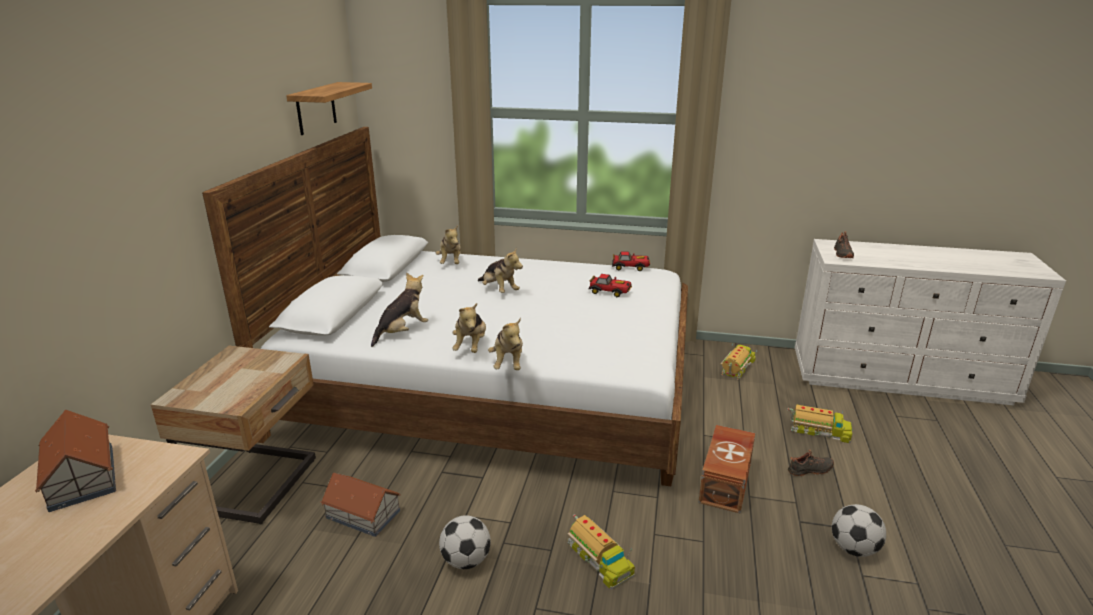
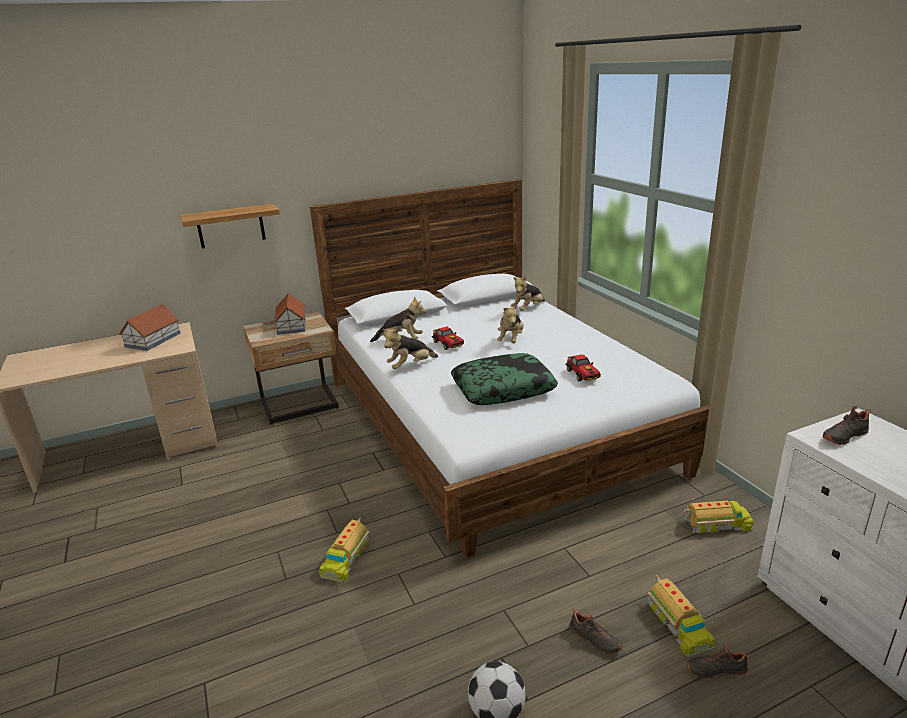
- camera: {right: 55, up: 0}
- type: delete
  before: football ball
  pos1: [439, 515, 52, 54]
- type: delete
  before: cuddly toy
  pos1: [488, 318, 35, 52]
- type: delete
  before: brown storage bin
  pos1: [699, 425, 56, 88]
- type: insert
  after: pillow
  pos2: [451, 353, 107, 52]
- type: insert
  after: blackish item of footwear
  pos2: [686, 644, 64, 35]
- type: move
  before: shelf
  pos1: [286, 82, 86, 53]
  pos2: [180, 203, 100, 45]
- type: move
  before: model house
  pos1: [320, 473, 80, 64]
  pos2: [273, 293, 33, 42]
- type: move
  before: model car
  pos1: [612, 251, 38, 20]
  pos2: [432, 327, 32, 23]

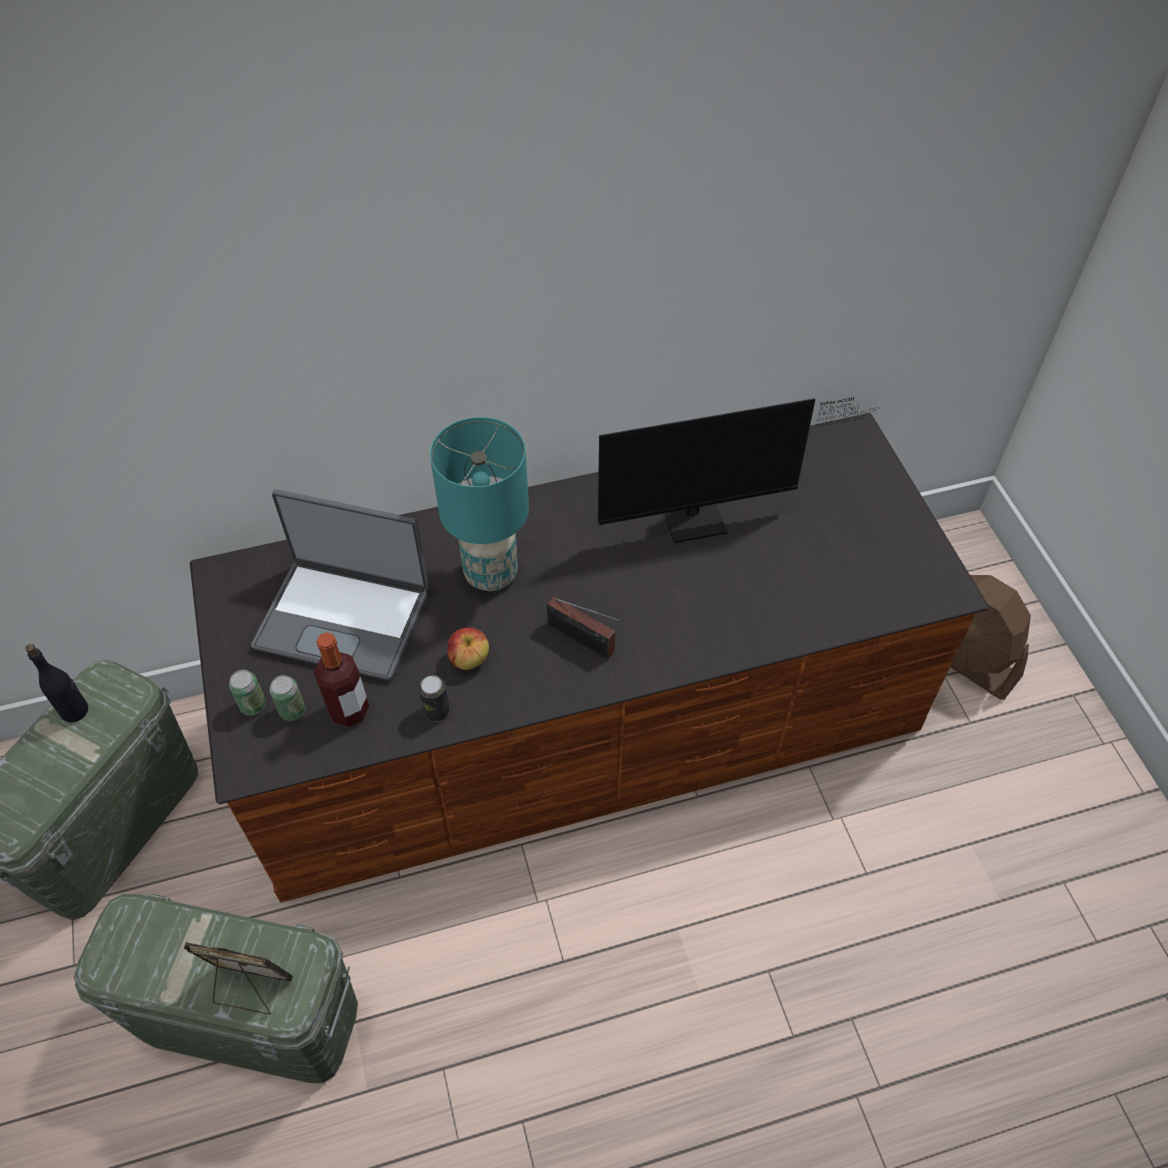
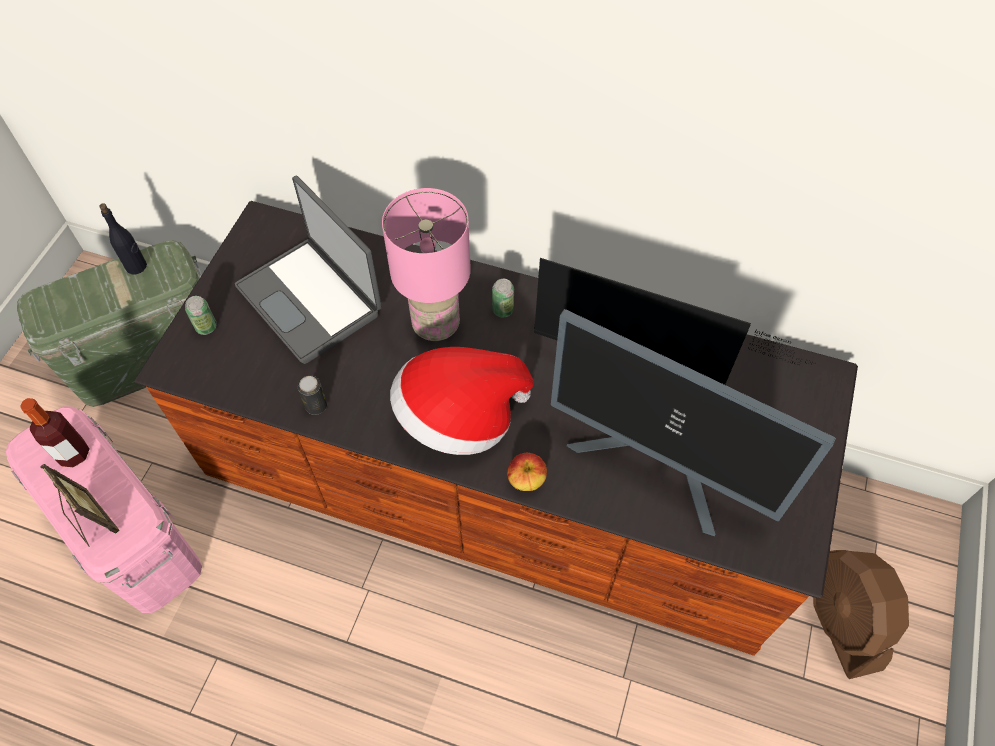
- camera: {right: 35, up: 5}
- type: insert
  after: monitor
  pos2: [551, 309, 285, 227]
- type: move
  before: can
  pos1: [270, 675, 35, 46]
  pos2: [492, 279, 22, 38]
- type: move
  before: beverage bottle
  pos1: [314, 632, 55, 95]
  pos2: [20, 398, 70, 69]
- type: move
  before: apple
  pos1: [447, 627, 42, 43]
  pos2: [507, 453, 40, 38]
- type: replace
  before: radio
  after: hat
  pos1: [547, 596, 75, 64]
  pos2: [390, 347, 144, 108]
- type: recolor
  before: green storage bin
  after: pink-coloured storage bin
  pos1: [74, 894, 284, 189]
  pos2: [6, 406, 196, 207]
- type: recolor
  before: turquoise-coloured lamp for a table
  after: pink-coloured lamp for a table
  pos1: [430, 417, 99, 174]
  pos2: [382, 188, 89, 153]

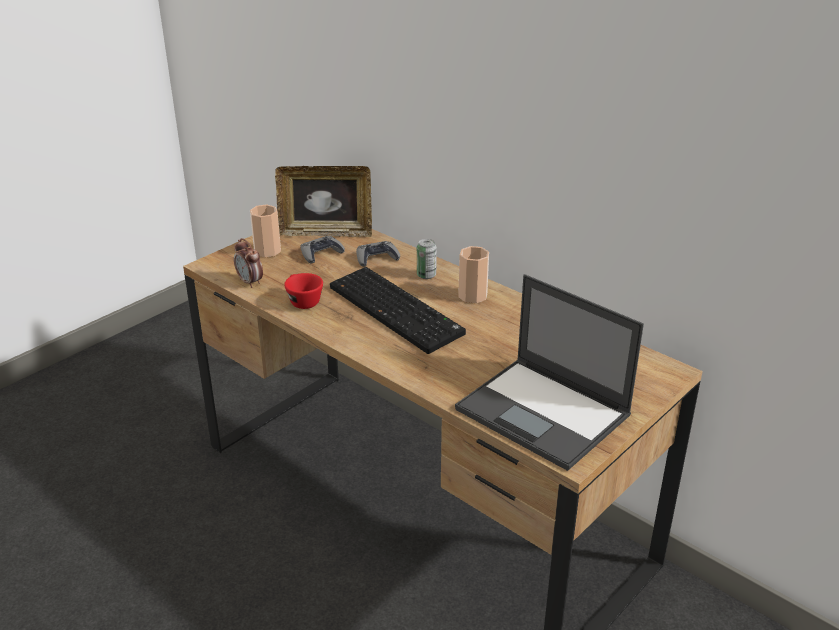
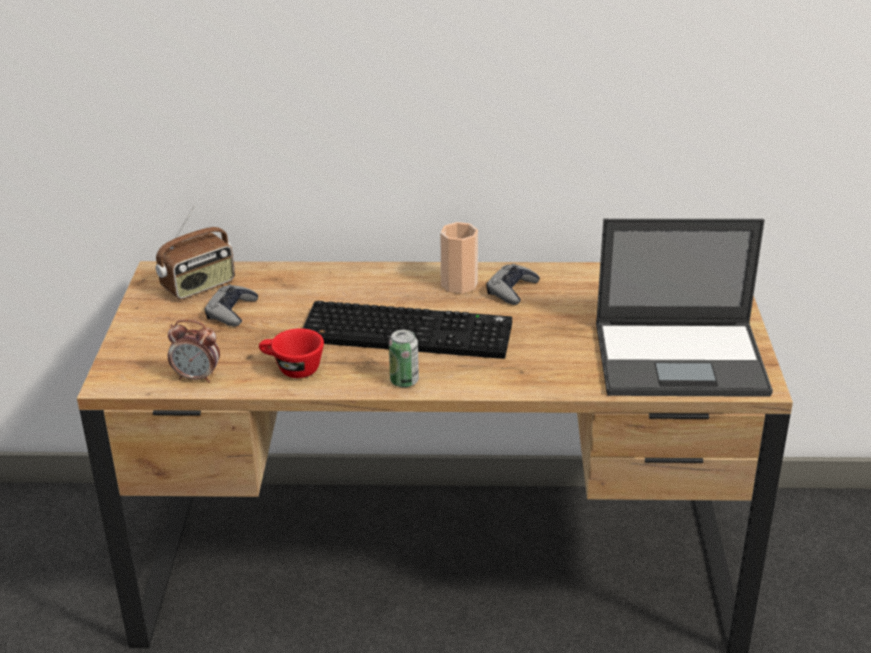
- camera: {right: -40, up: 0}
- type: delete
  before: cup
  pos1: [250, 204, 31, 54]
- type: move
  before: grey gamepad
  pos1: [356, 241, 44, 26]
  pos2: [487, 264, 53, 41]
- type: move
  before: can
  pos1: [417, 239, 20, 40]
  pos2: [389, 330, 30, 58]
- type: replace
  before: standing frame
  after: radio
  pos1: [275, 166, 97, 71]
  pos2: [155, 206, 80, 93]

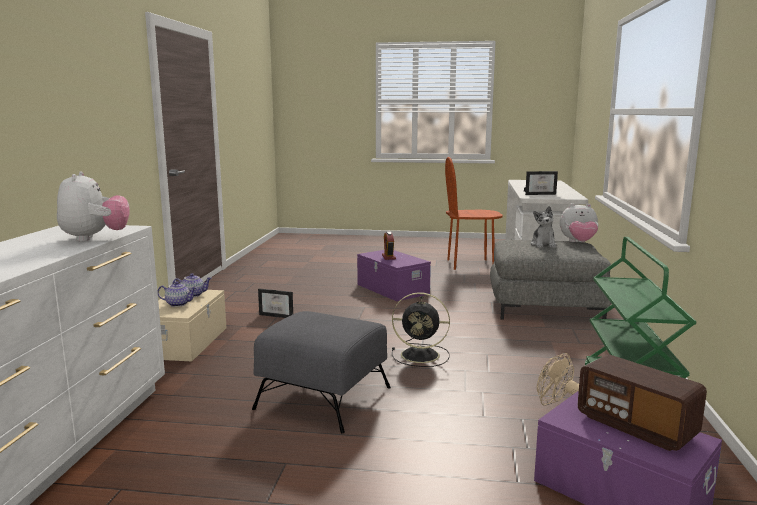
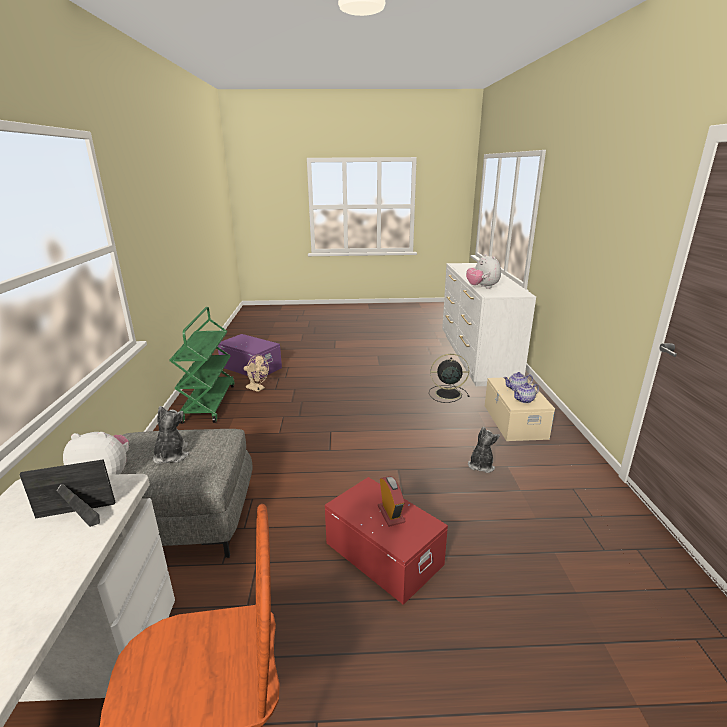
- camera: {right: 170, up: 10}
- type: delete
  before: grey footrest
  pos1: [252, 311, 139, 123]
- type: delete
  before: radio
  pos1: [578, 354, 129, 97]
- type: move
  before: blackish electric fan
  pos1: [392, 292, 58, 75]
  pos2: [429, 354, 40, 49]
- type: replace
  before: standing frame
  after: cuddly toy
  pos1: [258, 288, 35, 30]
  pos2: [468, 427, 32, 46]
- type: recolor
  before: purple storage bin
  after: reddish storage bin
  pos1: [357, 250, 74, 51]
  pos2: [325, 477, 123, 128]

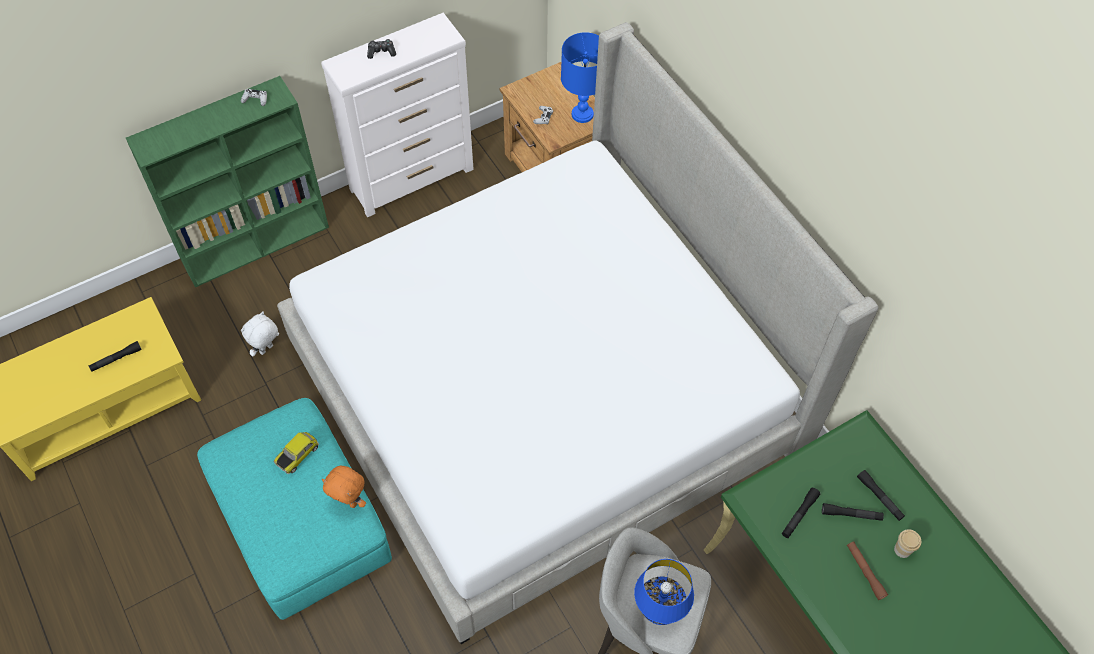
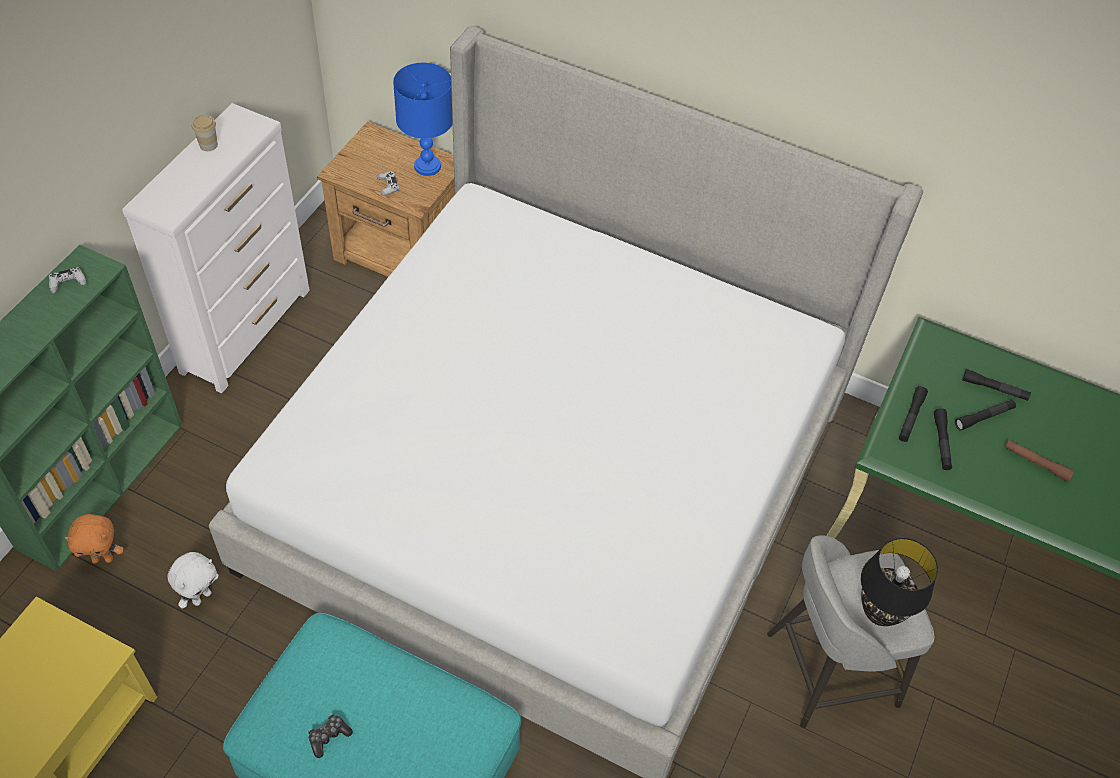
- camera: {right: -35, up: -5}
- type: delete
  before: model car
  pos1: [274, 432, 45, 42]
- type: move
  before: blackish flashlight
  pos1: [88, 341, 54, 31]
  pos2: [899, 386, 29, 56]
- type: move
  before: orangey cuddly toy
  pos1: [322, 466, 44, 42]
  pos2: [65, 514, 59, 50]
- type: move
  before: gamepad
  pos1: [367, 39, 29, 20]
  pos2: [308, 714, 45, 44]
- type: move
  before: cup
  pos1: [894, 529, 27, 29]
  pos2: [191, 115, 27, 36]
- type: recolor
  before: blue lamp for a table
  after: blackish lamp for a table
  pos1: [634, 559, 60, 66]
  pos2: [861, 538, 77, 88]
- type: rotate
  before: white cuddly toy
  pos1: [241, 311, 38, 45]
  pos2: [167, 552, 52, 57]
  turn: -150

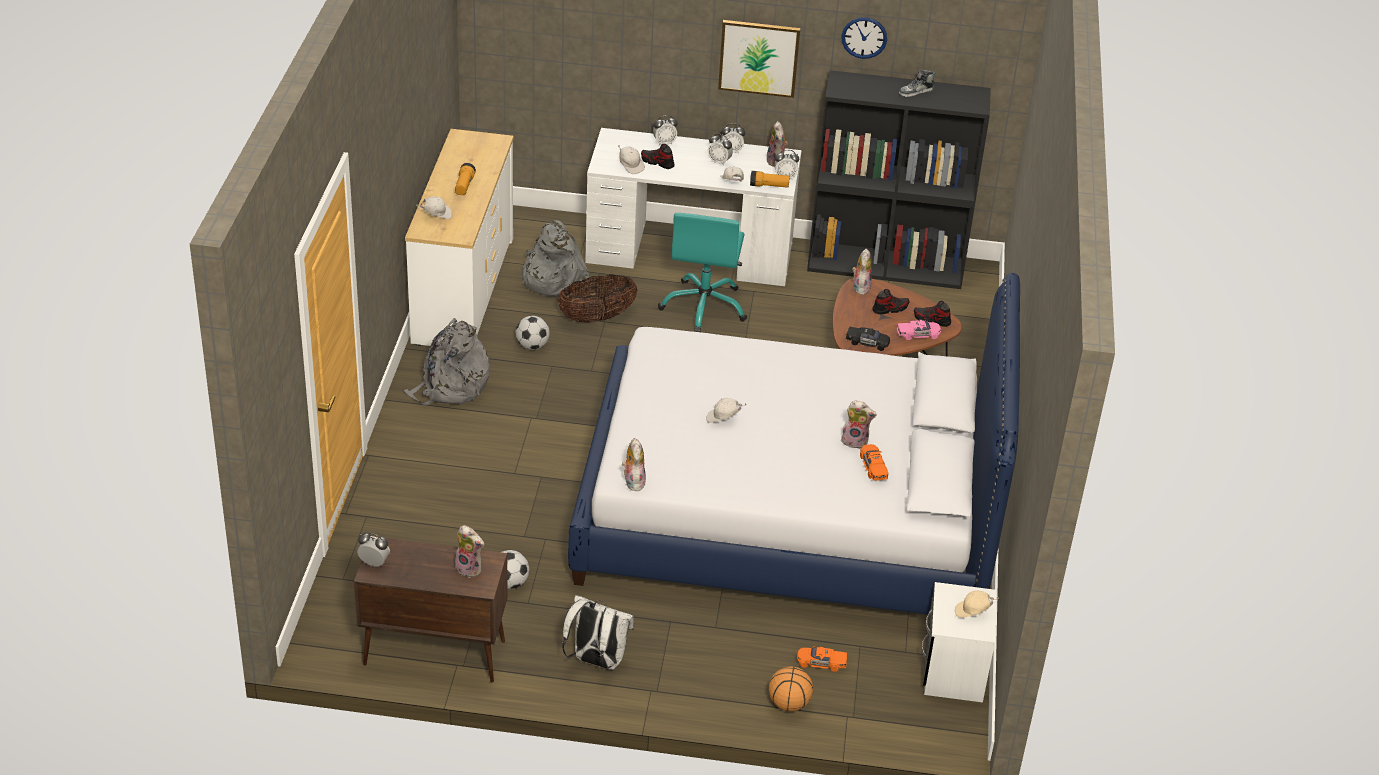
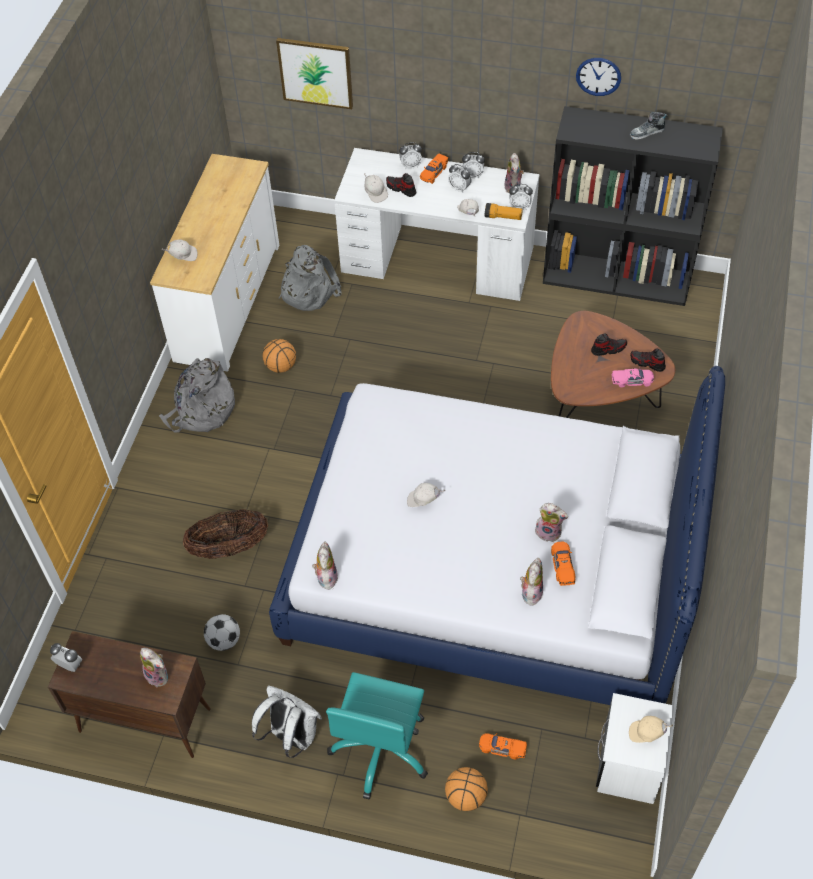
- camera: {right: 10, up: 15}
- type: delete
  before: flashlight
  pos1: [455, 163, 21, 32]
- type: delete
  before: blackish model car
  pos1: [846, 327, 44, 24]
- type: insert
  after: orangey model car
  pos2: [420, 153, 28, 31]
- type: move
  before: basket
  pos1: [557, 274, 81, 49]
  pos2: [183, 509, 85, 50]
- type: move
  before: turquoise-coloured computer chair
  pos1: [658, 213, 89, 119]
  pos2: [326, 672, 102, 128]
- type: move
  before: wall picture
  pos1: [718, 20, 82, 78]
  pos2: [276, 38, 77, 71]
- type: move
  before: cuddly toy
  pos1: [852, 248, 20, 47]
  pos2: [520, 558, 23, 50]
- type: replace
  before: football ball
  after: ball for basketball
  pos1: [516, 316, 34, 34]
  pos2: [263, 339, 33, 34]

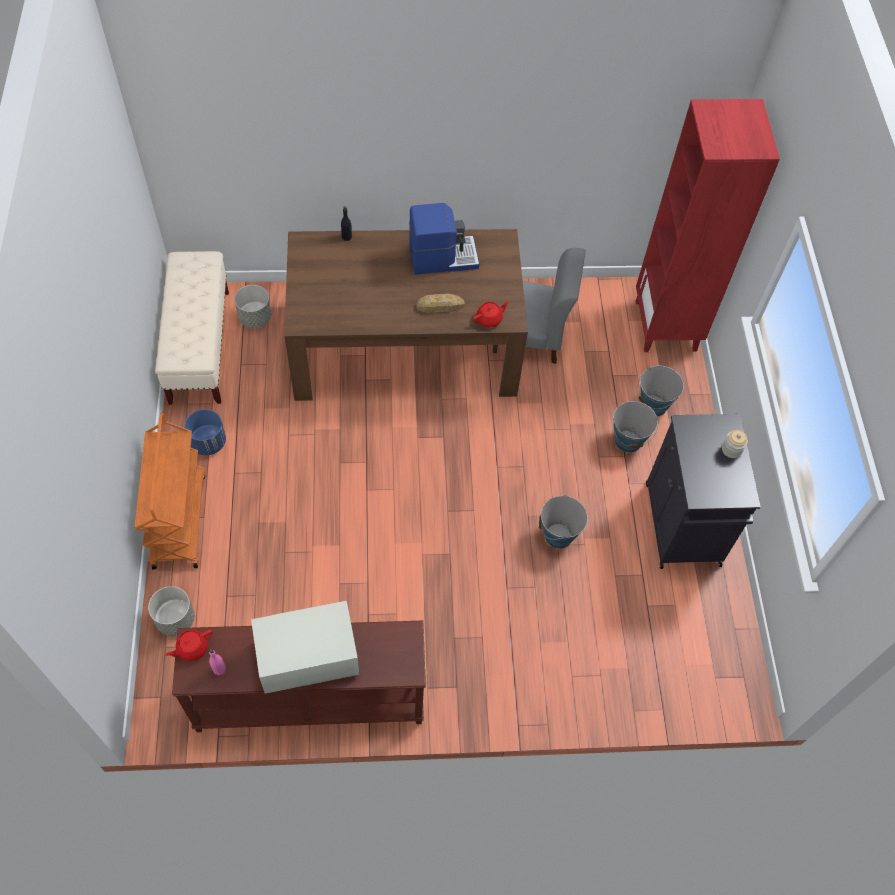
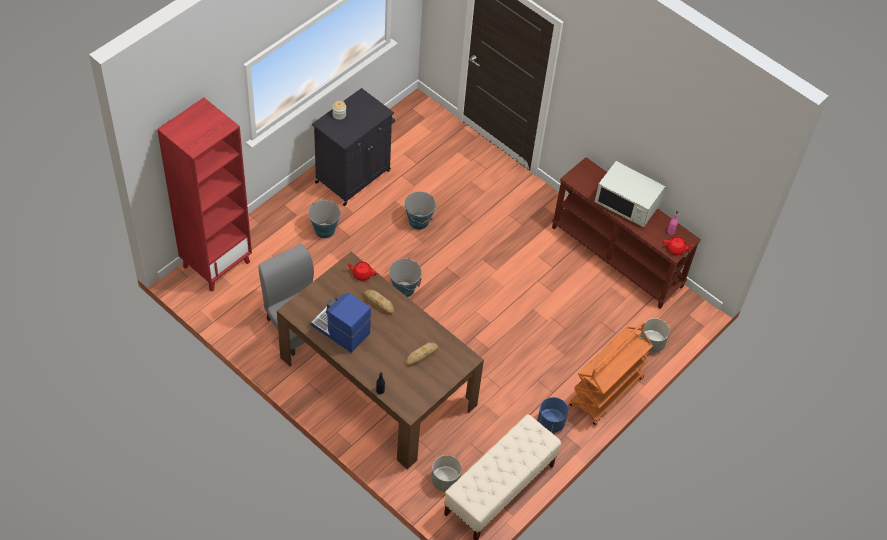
- camera: {right: -135, up: -5}
- type: insert
  after: bread
  pos2: [406, 343, 32, 24]
- type: move
  before: bucket
  pos1: [637, 366, 47, 51]
  pos2: [389, 258, 33, 39]

